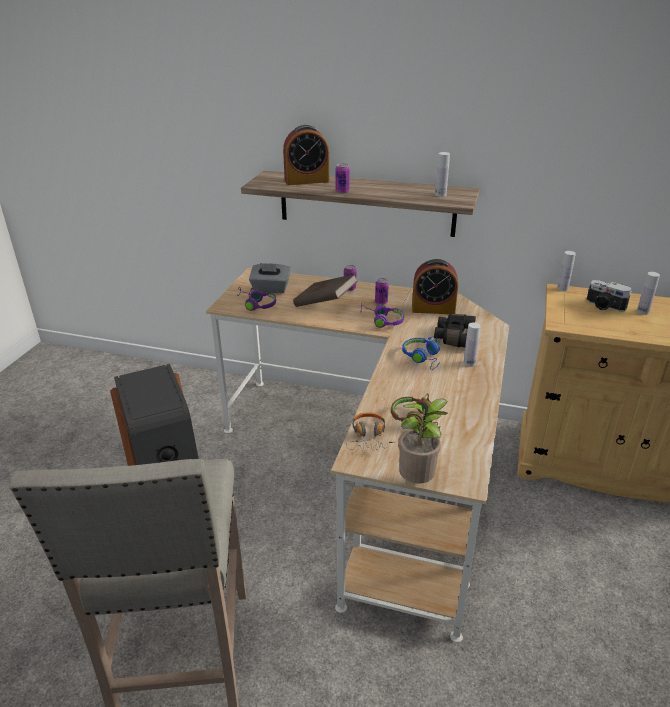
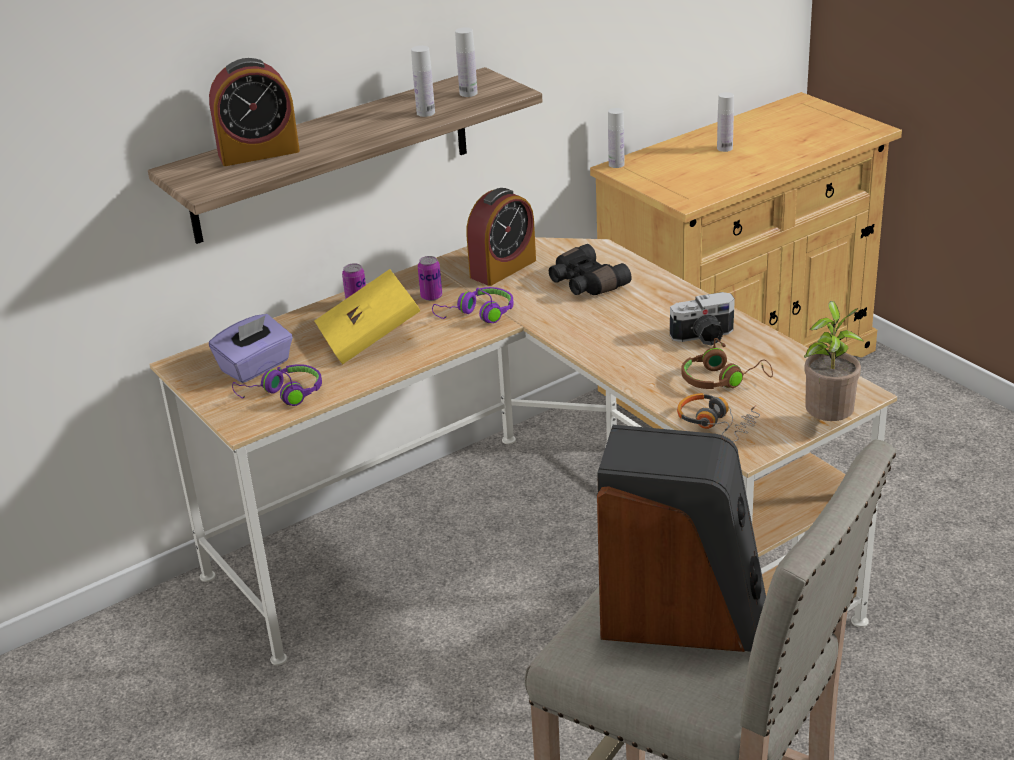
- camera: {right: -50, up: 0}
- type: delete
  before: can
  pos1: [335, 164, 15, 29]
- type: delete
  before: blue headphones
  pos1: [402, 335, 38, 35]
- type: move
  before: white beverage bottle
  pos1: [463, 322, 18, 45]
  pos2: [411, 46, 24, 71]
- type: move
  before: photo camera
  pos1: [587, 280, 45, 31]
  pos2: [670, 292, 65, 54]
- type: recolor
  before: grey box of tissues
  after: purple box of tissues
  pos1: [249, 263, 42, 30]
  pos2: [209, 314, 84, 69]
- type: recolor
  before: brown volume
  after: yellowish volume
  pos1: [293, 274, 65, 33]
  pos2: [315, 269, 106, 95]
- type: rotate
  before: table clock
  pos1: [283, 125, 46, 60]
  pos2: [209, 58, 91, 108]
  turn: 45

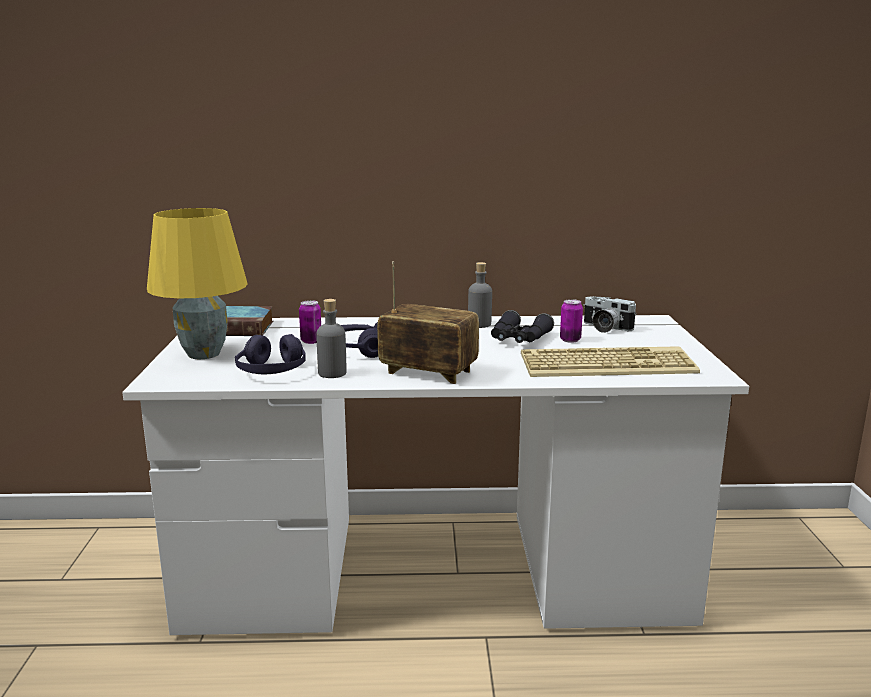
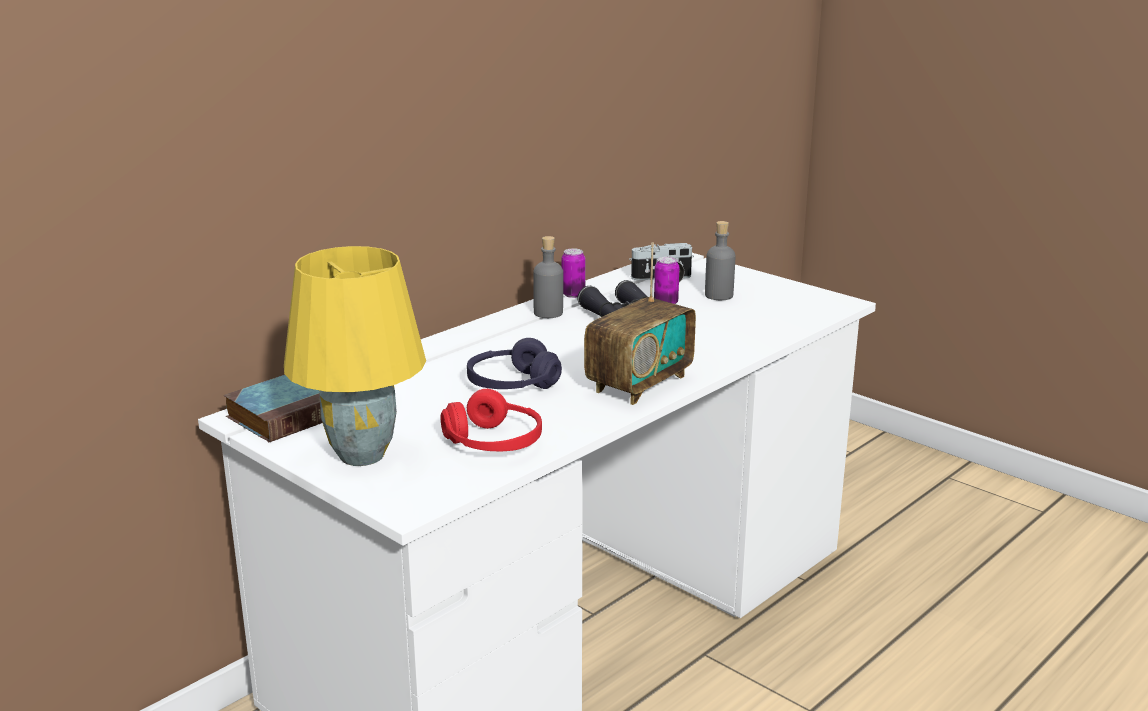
- camera: {right: -45, up: 5}
- type: delete
  before: keyboard
  pos1: [521, 346, 179, 31]
- type: move
  before: can
  pos1: [299, 300, 22, 44]
  pos2: [561, 248, 25, 50]
- type: move
  before: grey beverage bottle
  pos1: [316, 299, 30, 79]
  pos2: [705, 221, 30, 79]
- type: recolor
  before: purple headphones
  after: reddish headphones
  pos1: [235, 334, 71, 40]
  pos2: [440, 389, 102, 62]
- type: rotate
  before: radio
  pos1: [377, 261, 102, 123]
  pos2: [584, 243, 112, 162]
  turn: 150

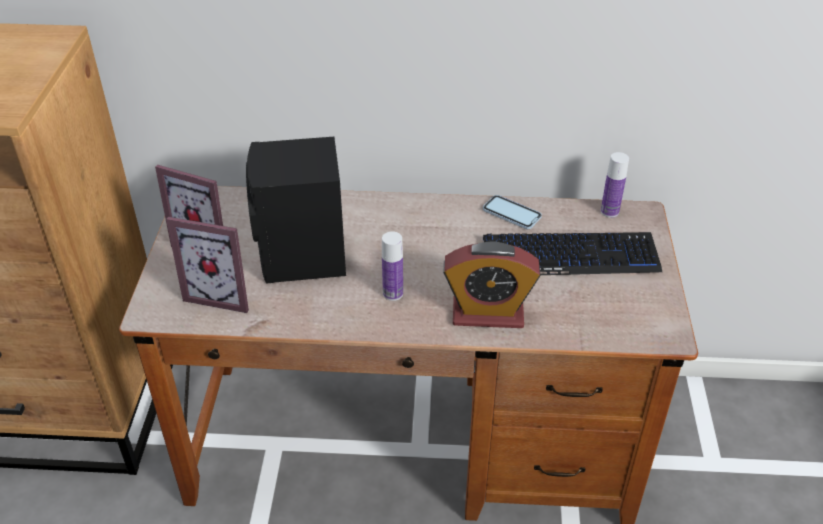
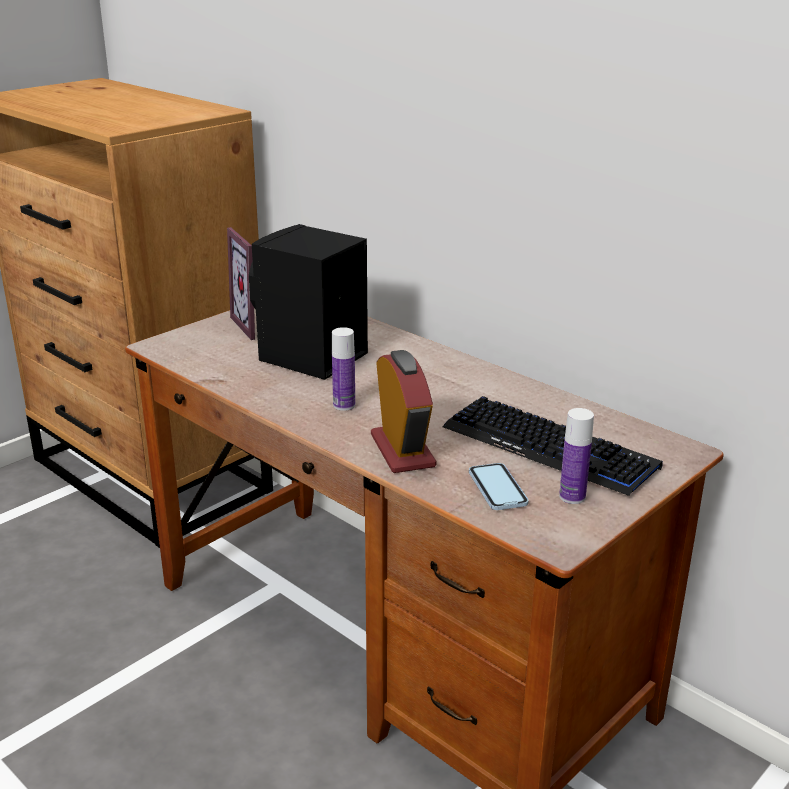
- camera: {right: 40, up: -15}
- type: delete
  before: standing frame
  pos1: [166, 217, 83, 96]
- type: move
  before: phone
  pos1: [483, 195, 59, 34]
  pos2: [469, 463, 60, 47]
- type: move
  before: beverage bottle
  pos1: [601, 152, 28, 66]
  pos2: [559, 408, 35, 96]
- type: rotate
  before: table clock
  pos1: [443, 241, 97, 87]
  pos2: [371, 350, 65, 123]
  turn: -150

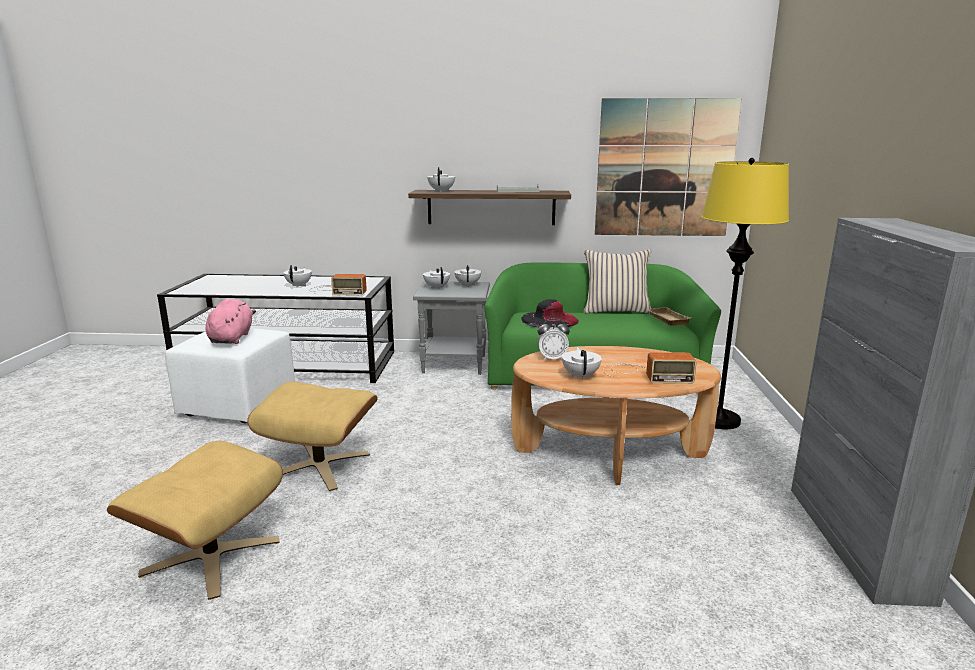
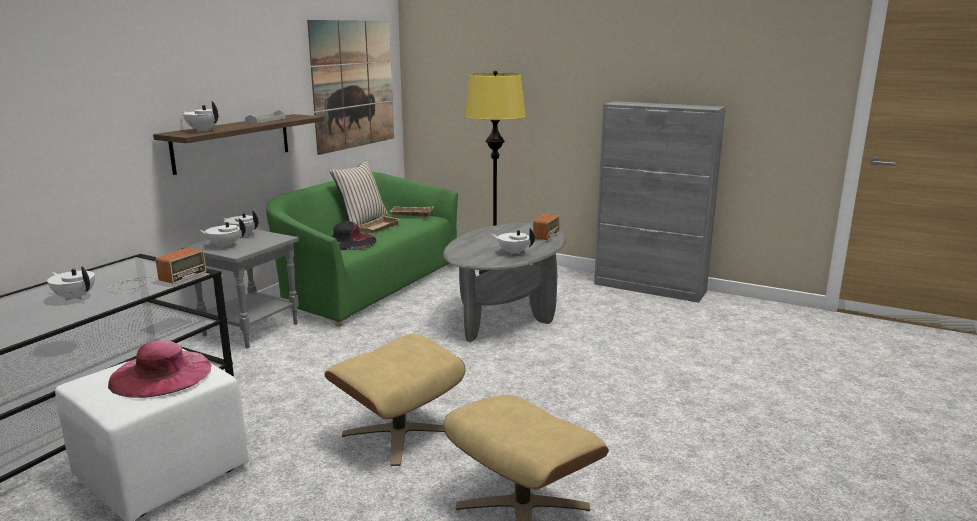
- camera: {right: -65, up: 0}
- type: delete
  before: table clock
  pos1: [538, 318, 32, 43]
- type: insert
  after: beige tray
  pos2: [358, 215, 42, 18]
- type: replace
  before: pink-coloured cuddly toy
  after: pink-coloured hat
  pos1: [206, 298, 50, 46]
  pos2: [108, 340, 104, 58]
- type: recolor
  before: brown coffee table
  after: grey coffee table
  pos1: [511, 346, 210, 139]
  pos2: [443, 223, 123, 119]

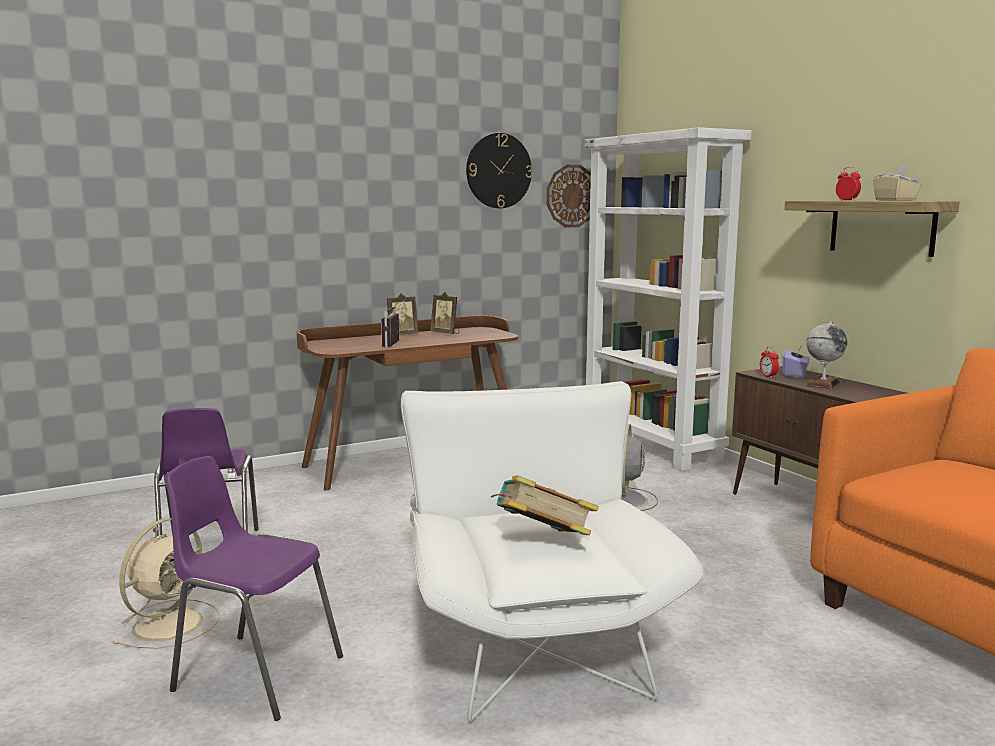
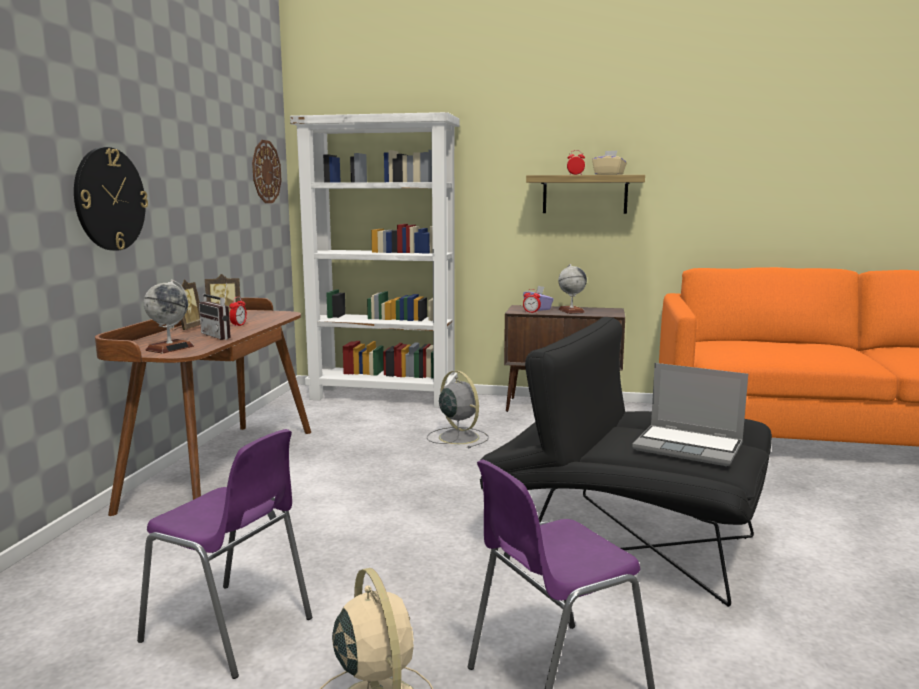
- camera: {right: -50, up: 0}
- type: insert
  after: desk globe
  pos2: [144, 280, 50, 74]
- type: insert
  after: table clock
  pos2: [229, 297, 18, 30]
- type: move
  before: hanging clock
  pos1: [466, 133, 67, 75]
  pos2: [74, 147, 74, 104]
- type: replace
  before: volume
  after: laptop
  pos1: [490, 475, 109, 60]
  pos2: [632, 363, 116, 103]
- type: recolor
  before: white lounge chair
  after: blackish lounge chair
  pos1: [401, 381, 302, 341]
  pos2: [480, 317, 292, 290]

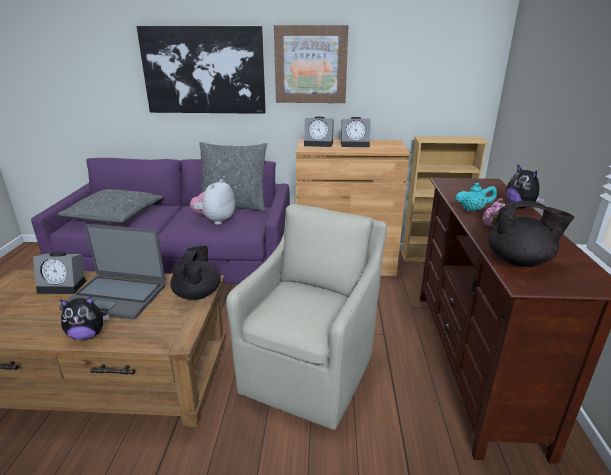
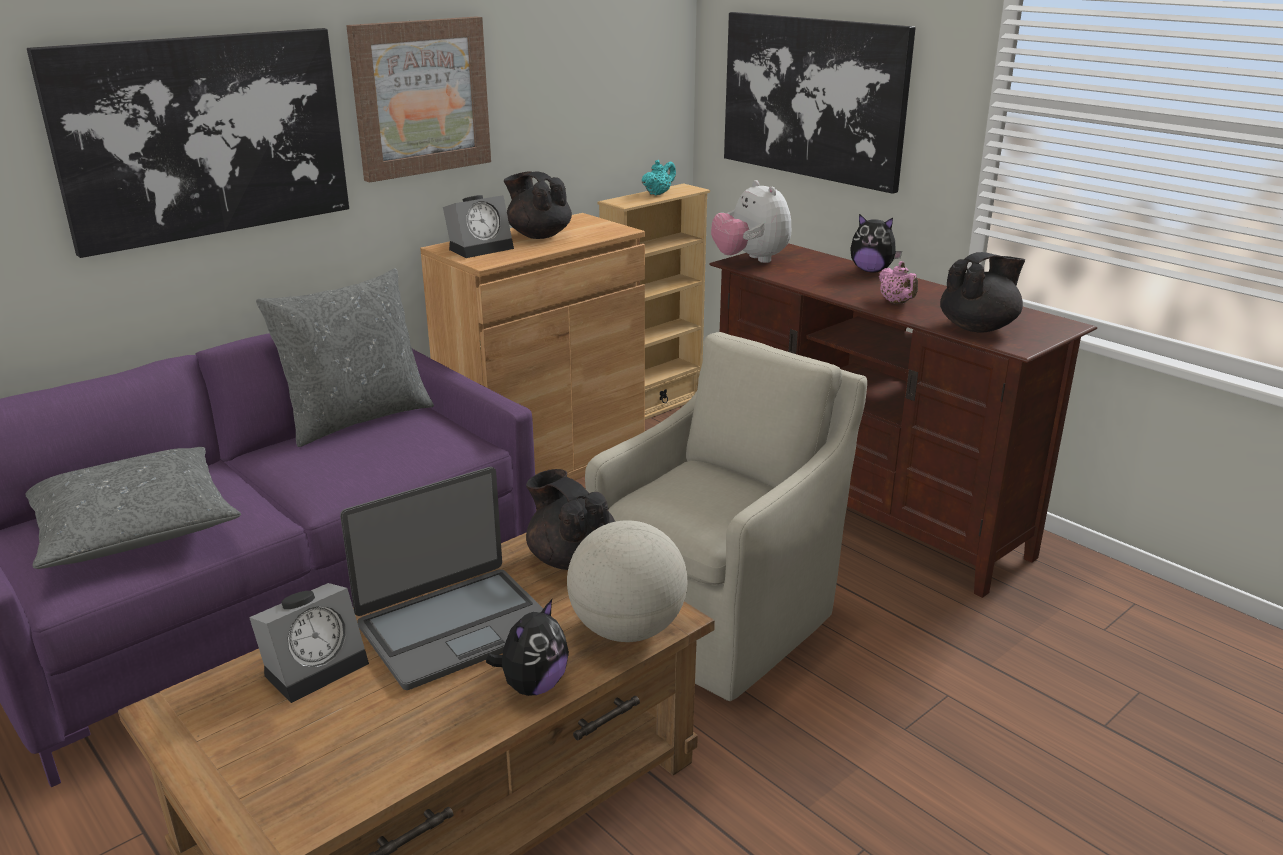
- camera: {right: -45, up: 0}
- type: insert
  after: desk globe
  pos2: [567, 520, 120, 122]
- type: insert
  after: wall picture
  pos2: [724, 12, 192, 182]
- type: move
  before: cuddly toy
  pos1: [190, 179, 45, 46]
  pos2: [711, 180, 80, 83]
- type: move
  before: turquoise-coloured teapot
  pos1: [456, 183, 41, 28]
  pos2: [642, 160, 34, 36]
- type: replace
  before: table clock
  after: blackish teapot
  pos1: [341, 117, 30, 30]
  pos2: [504, 171, 68, 68]
- type: rotate
  before: beige lounge chair
  pos1: [226, 204, 161, 226]
  pos2: [585, 332, 282, 369]
  turn: 60

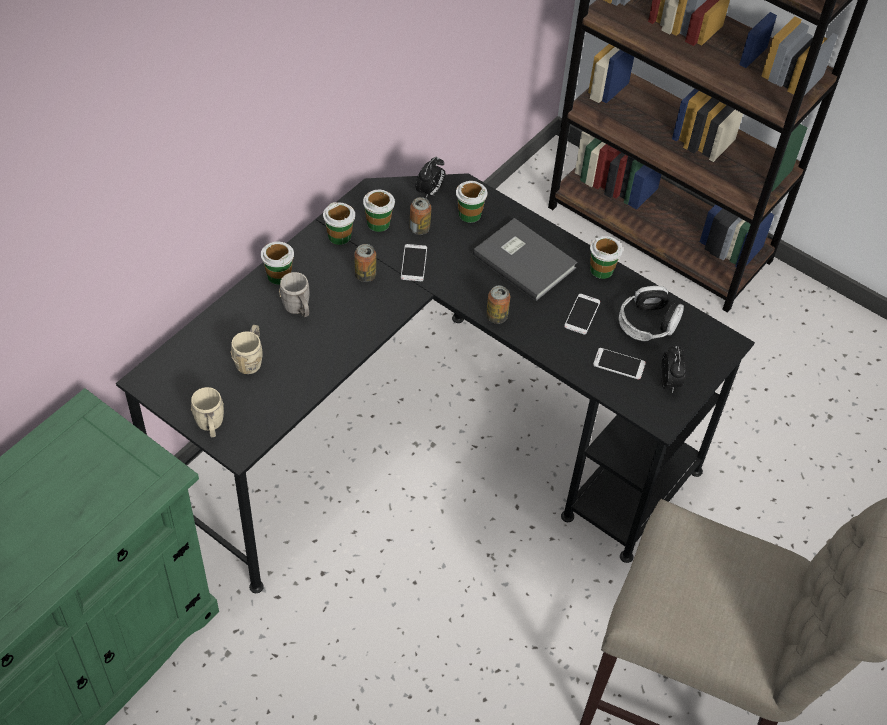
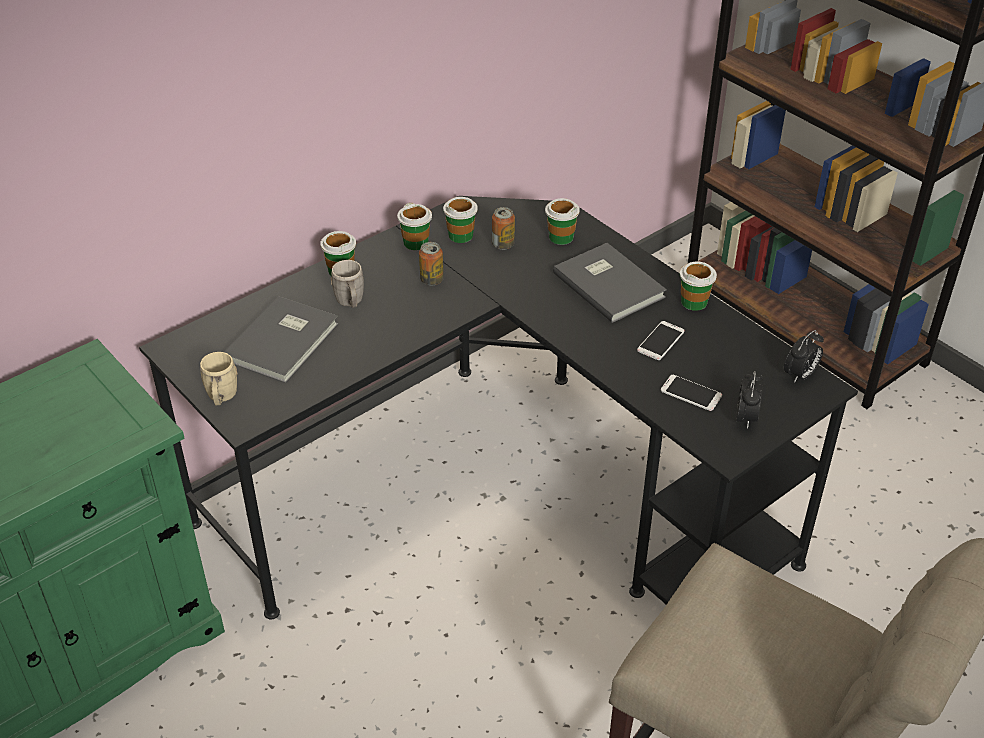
- camera: {right: 15, up: -10}
- type: delete
  before: phone
  pos1: [401, 244, 26, 37]
- type: delete
  before: can
  pos1: [486, 286, 24, 38]
- type: delete
  before: headphones
  pos1: [619, 286, 65, 55]
- type: move
  before: table clock
  pos1: [416, 156, 29, 42]
  pos2: [784, 330, 40, 53]
- type: replace
  before: beige tea mug
  after: grey volume
  pos1: [230, 325, 33, 49]
  pos2: [224, 296, 115, 87]

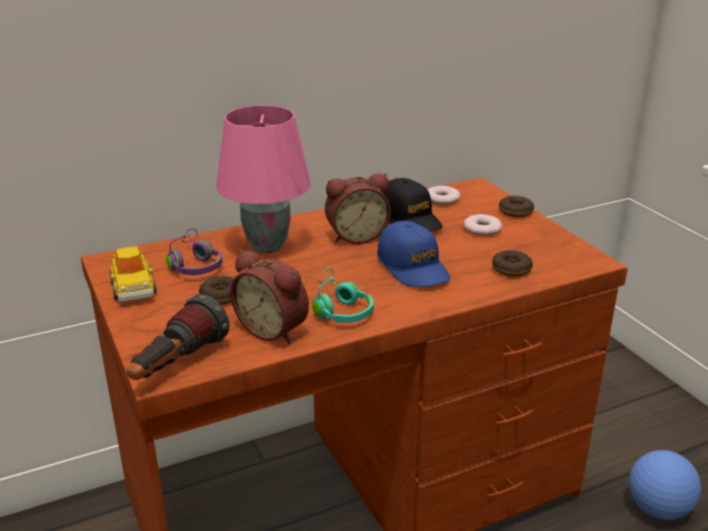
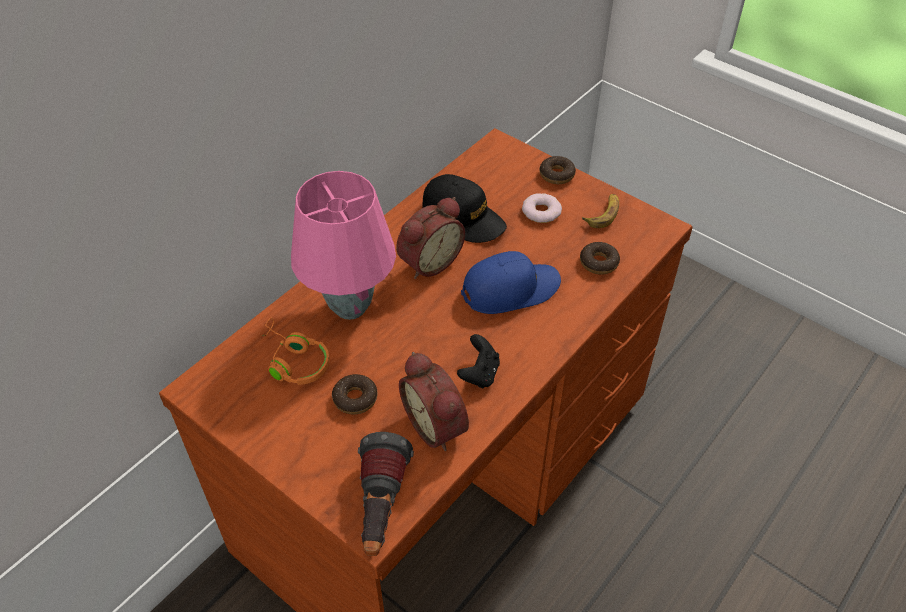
- camera: {right: -25, up: 20}
- type: delete
  before: model car
  pos1: [109, 246, 48, 56]
- type: delete
  before: doughnut
  pos1: [428, 186, 33, 19]
- type: delete
  before: football ball
  pos1: [629, 450, 72, 70]
- type: insert
  after: banana fruit
  pos2: [582, 194, 37, 34]
- type: replace
  before: turquoise-coloured headphones
  after: blackish gamepad
  pos1: [312, 268, 62, 55]
  pos2: [457, 334, 43, 54]
- type: recolor
  before: purple headphones
  after: orangey headphones
  pos1: [166, 228, 57, 47]
  pos2: [262, 318, 68, 67]
- type: rotate
  before: table clock
  pos1: [230, 250, 79, 94]
  pos2: [399, 352, 70, 99]
  turn: 45
- type: rotate
  before: blue cap
  pos1: [377, 221, 73, 66]
  pos2: [461, 251, 100, 63]
  turn: -60

